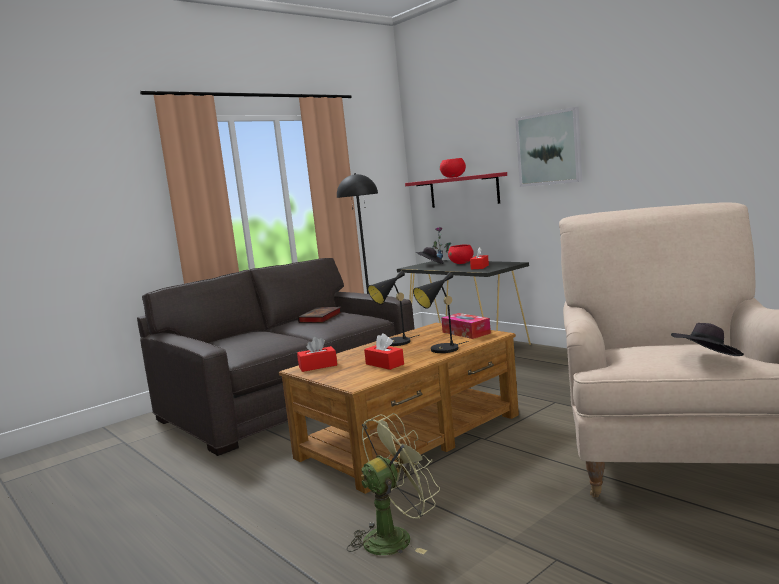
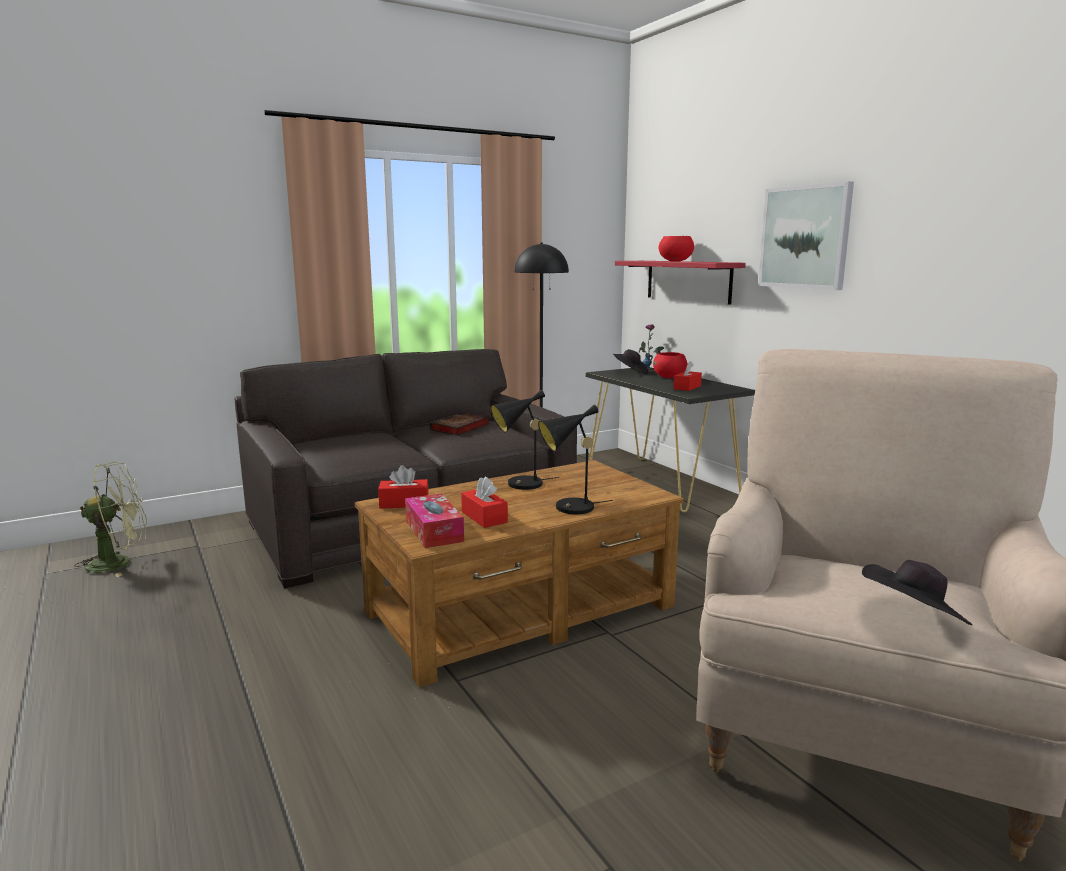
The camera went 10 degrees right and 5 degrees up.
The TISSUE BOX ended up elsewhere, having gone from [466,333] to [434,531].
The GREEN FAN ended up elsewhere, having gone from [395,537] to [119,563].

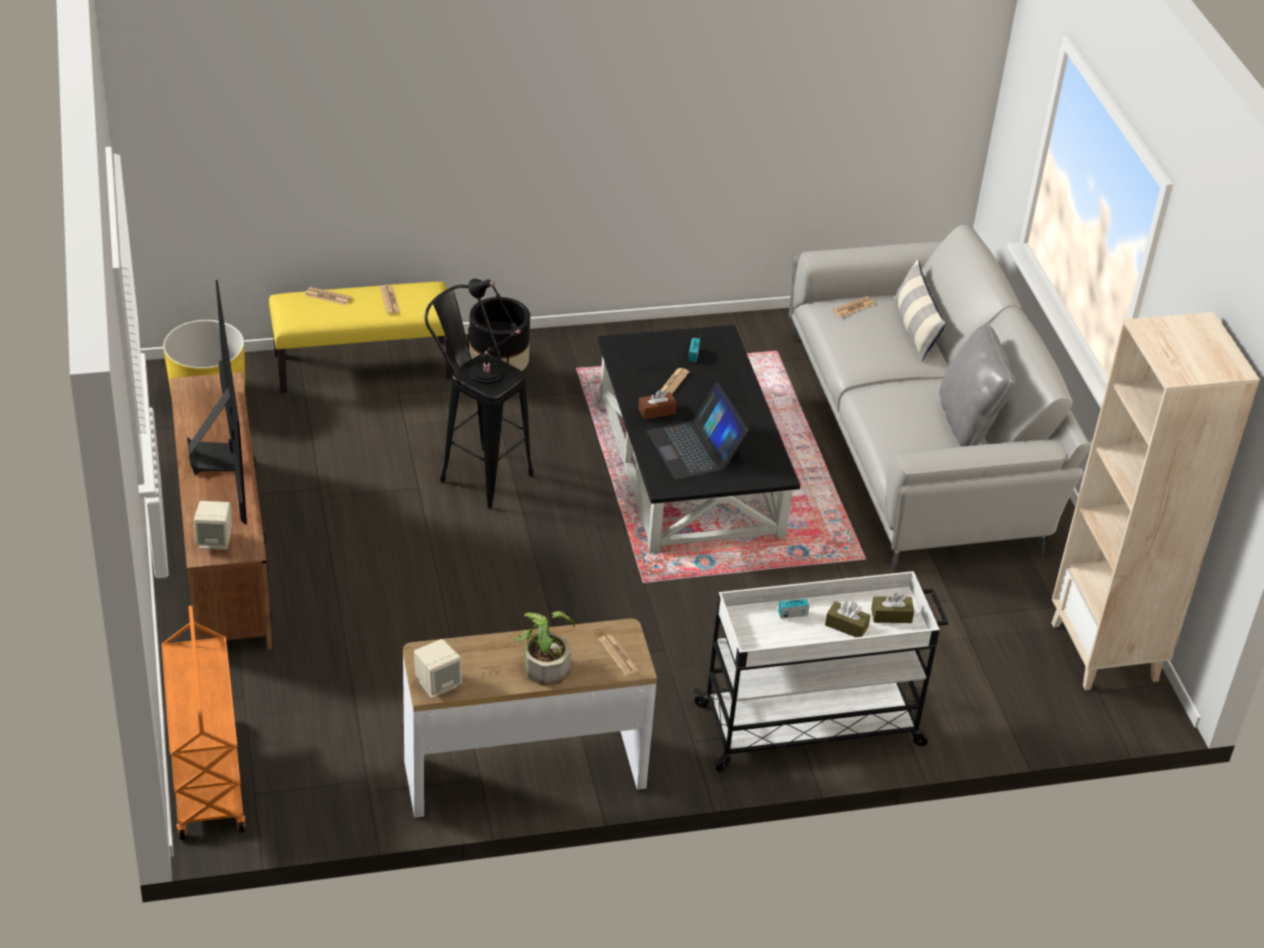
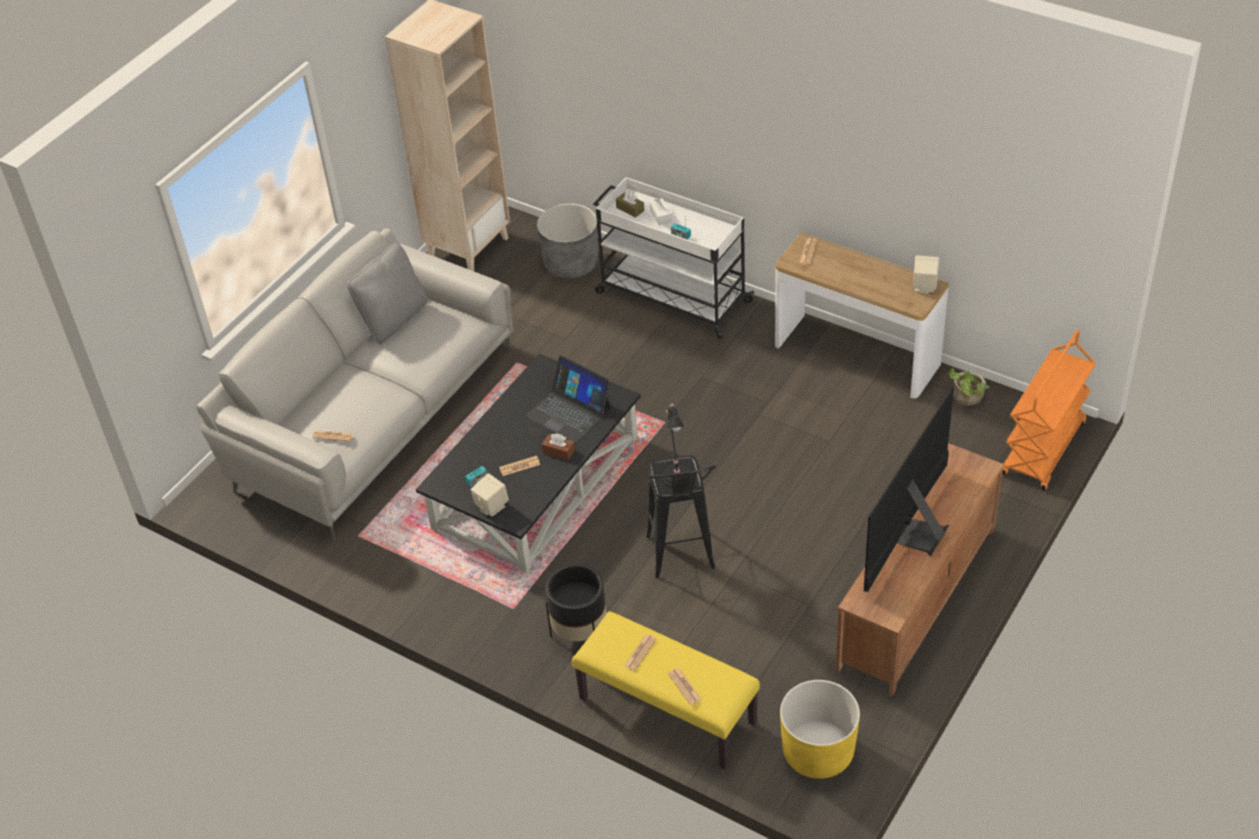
The camera went 130 degrees left and 5 degrees up.
The second view lost the PILLOW at [915,328].
The LAPTOP at [695,448] ended up facing another way, 105 degrees clockwise from before.
The BEIGE SPEAKER ended up elsewhere, having gone from [215,540] to [491,506].
What was the BROWN TISSUE BOX at [846,626] turned into the WHITE TISSUE BOX at [660,216].
The POTTED PLANT ended up elsewhere, having gone from [544,664] to [966,398].
The second view gained the GREY PLANTER at [571,264].

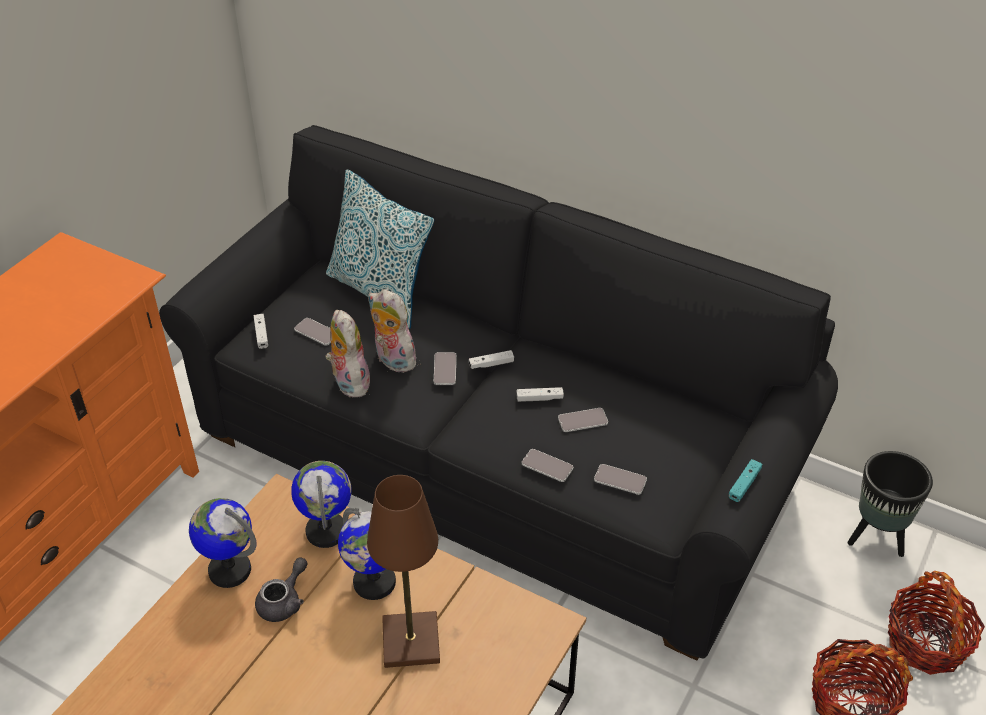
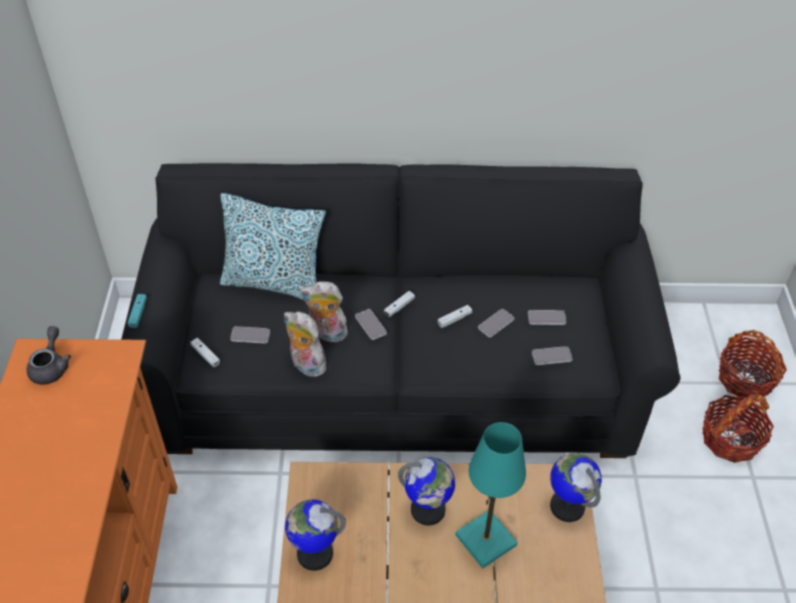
The camera went 30 degrees left and 5 degrees up.
The PHONE ended up elsewhere, having gone from [547,466] to [546,318].
The second view lost the BLACK PLANTER at [876,538].
The TURQUOISE GAME CONTROLLER ended up elsewhere, having gone from [744,484] to [138,313].
The GLOBE ended up elsewhere, having gone from [327,531] to [567,506].
What was the BROWN TABLE LAMP at [410,641] turned into the TURQUOISE TABLE LAMP at [485,540].
The GREY TEAPOT ended up elsewhere, having gone from [284,601] to [51,366].

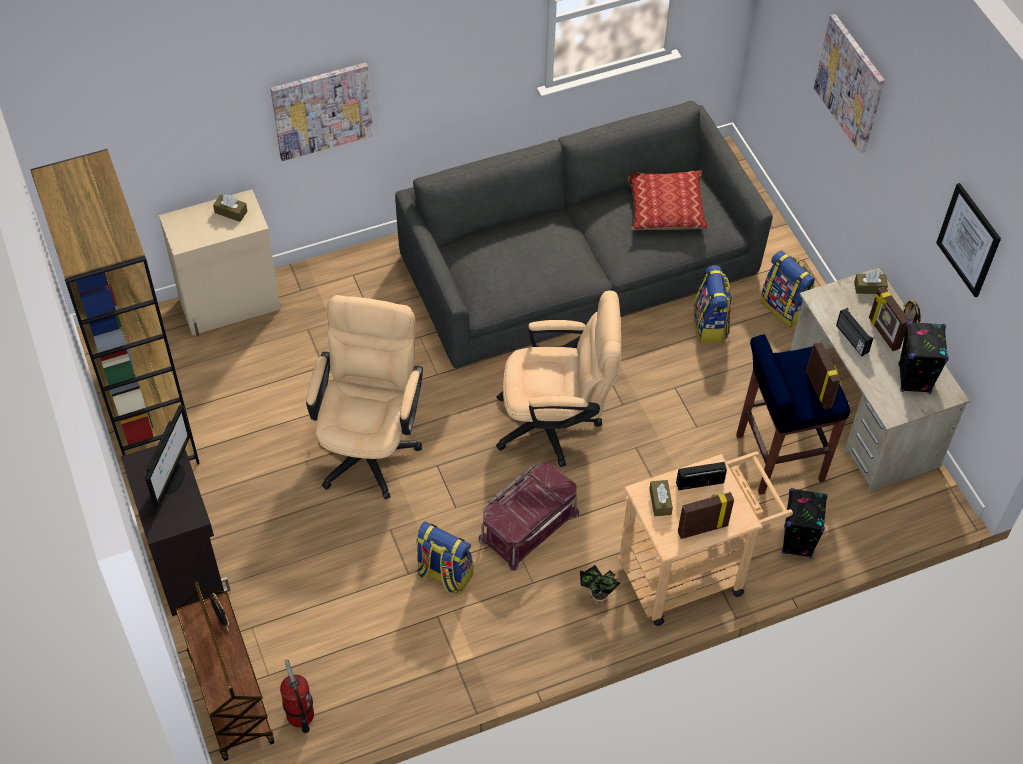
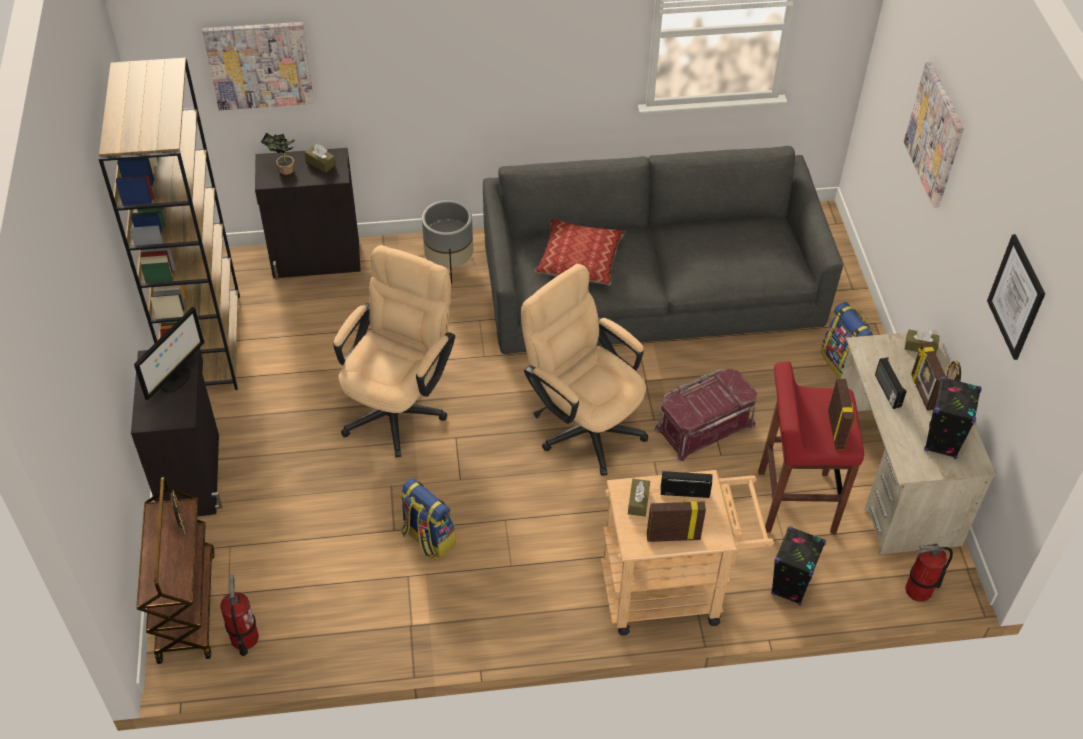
The camera went 15 degrees right and 5 degrees down.
The PICTURE ended up elsewhere, having gone from [322,110] to [259,65].
The PILLOW ended up elsewhere, having gone from [666,207] to [580,259].
What was the BEIGE CABINET at [231,305] turned into the BLACK CABINET at [317,259].
The second view lost the BACKPACK at [710,325].
The BEIGE OFFICE CHAIR at [556,424] ended up facing another way, 150 degrees counterclockwise from before.
What was the BLUE STOOL at [778,458] turned into the RED STOOL at [794,502].
The RED STORAGE BOX ended up elsewhere, having gone from [528,525] to [704,425].
The POTTED PLANT ended up elsewhere, having gone from [596,599] to [284,170].
The second view gained the GREY PLANTER at [449,265].
The second view gained the FIRE EXTINGUISHER at [919,590].

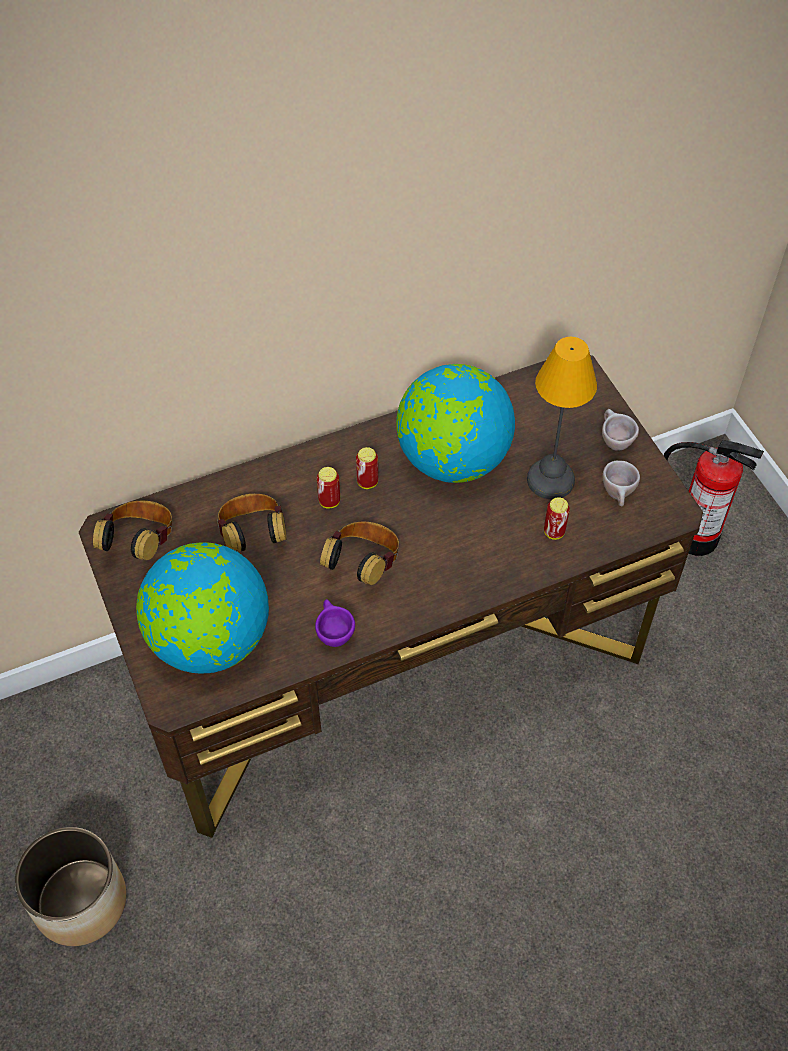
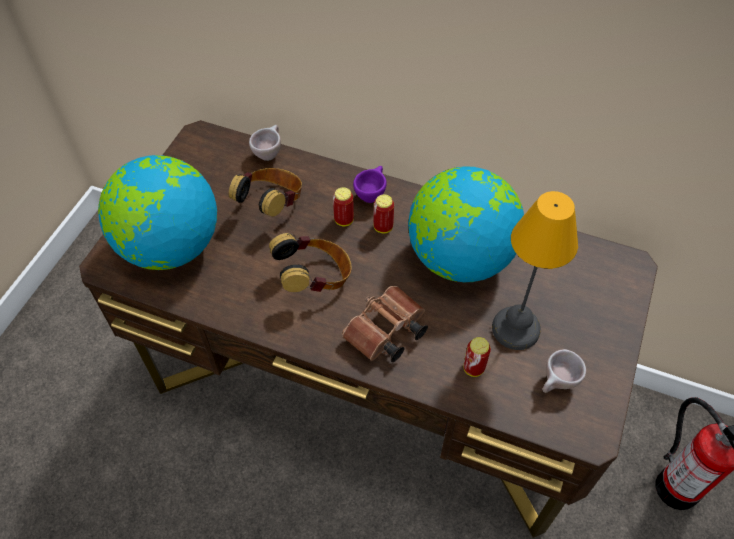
The camera went 45 degrees right and 0 degrees up.
The BEIGE CUP ended up elsewhere, having gone from [613,441] to [269,153].
The second view lost the HEADPHONES at [141,543].
The PURPLE CUP ended up elsewhere, having gone from [333,634] to [371,194].
The second view lost the PLANTER at [79,901].
The second view gained the BROWN BINOCULARS at [385,334].

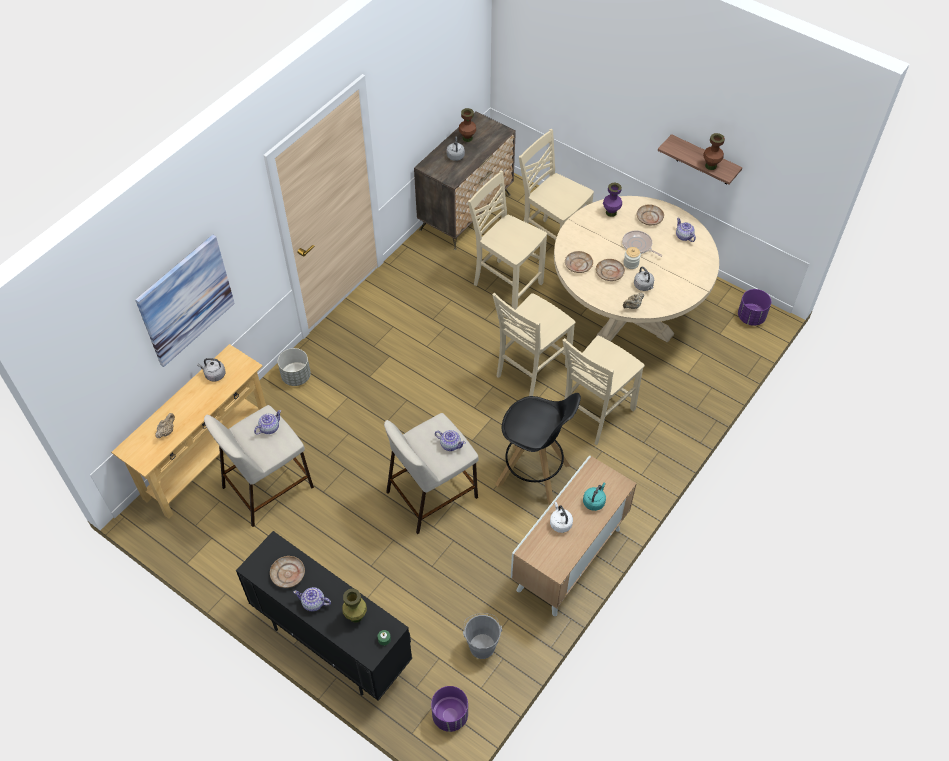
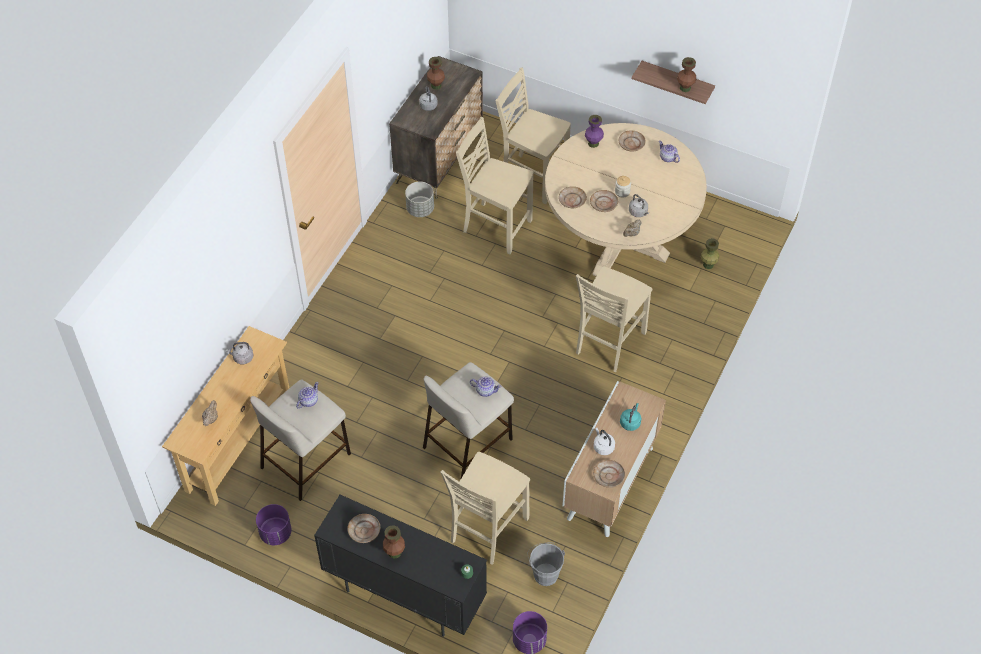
The camera went 10 degrees left and 0 degrees up.
The second view lost the FRYING PAN at [638,245].
The second view lost the PICTURE at [186,300].
The PURPLE PLANTER ended up elsewhere, having gone from [750,317] to [275,533].
The BEIGE CHAIR ended up elsewhere, having gone from [530,371] to [487,530].
The GREY PLANTER ended up elsewhere, having gone from [296,376] to [420,209].
The second view lost the BLACK STOOL at [534,475].
Where the TEAPOT stood at [313,603], the BROWN VASE came to stand at [394,552].
The GREEN VASE ended up elsewhere, having gone from [356,615] to [708,264].
The second view gained the BEIGE PLATE at [609,476].

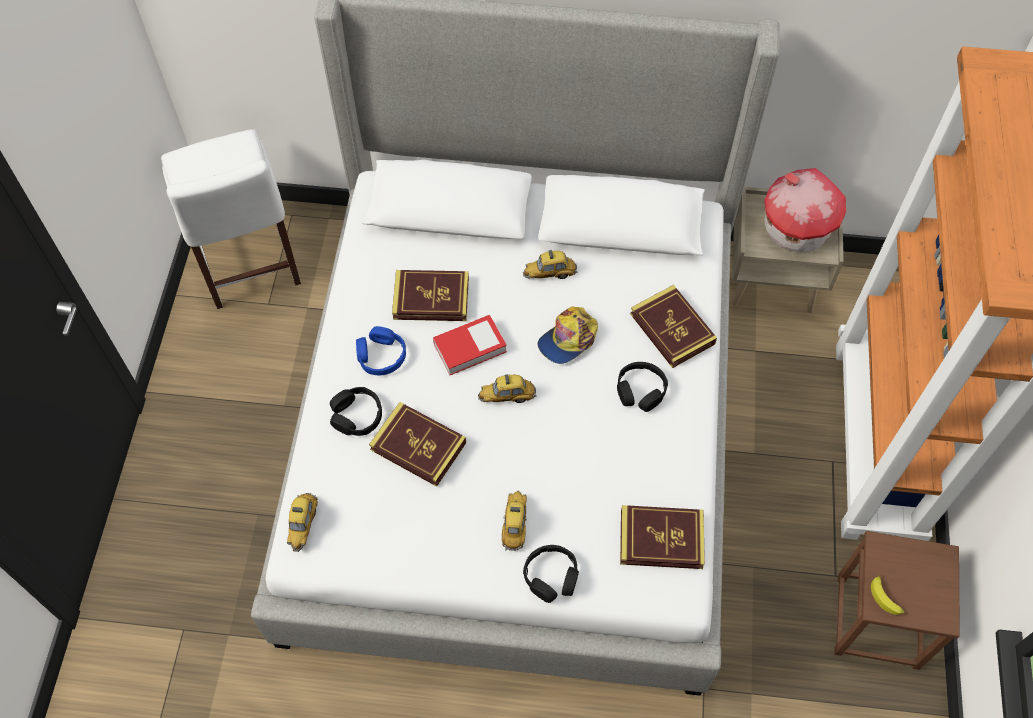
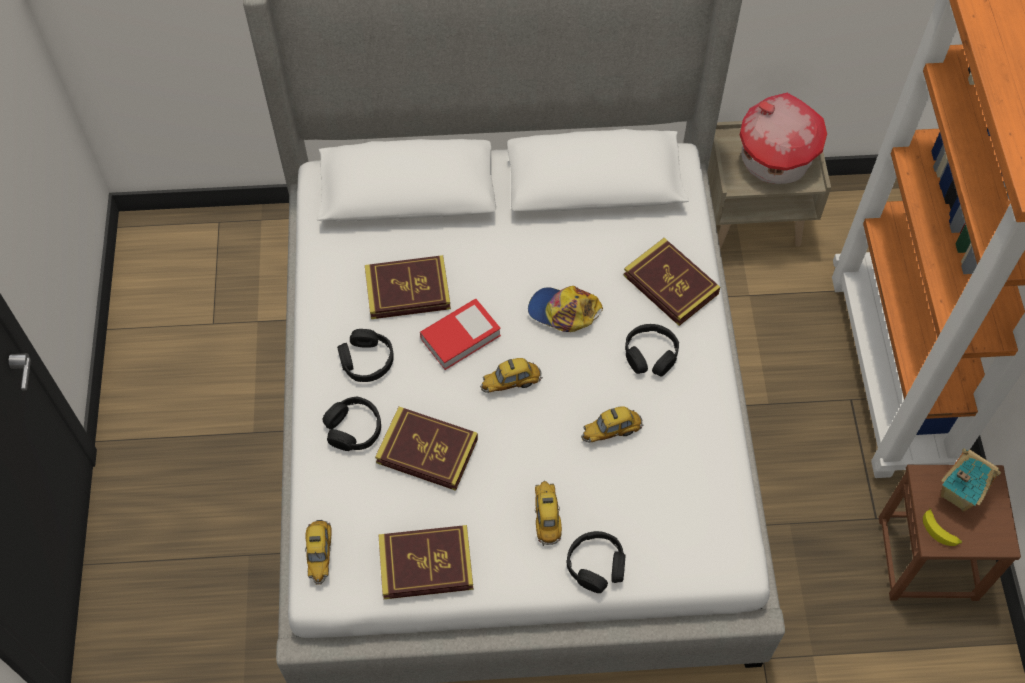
The camera went 10 degrees left and 0 degrees up.
The second view lost the WHITE CHAIR at [249,266].
The TOY CAR ended up elsewhere, having gone from [549,273] to [611,431].
The CAP at [568,339] ended up facing another way, 75 degrees clockwise from before.
What was the BLUE HEADPHONES at [381,356] turned into the BLACK HEADPHONES at [366,360].
The BOOK ended up elsewhere, having gone from [661,539] to [426,564].
The second view gained the TOY HOUSE at [957,493].

